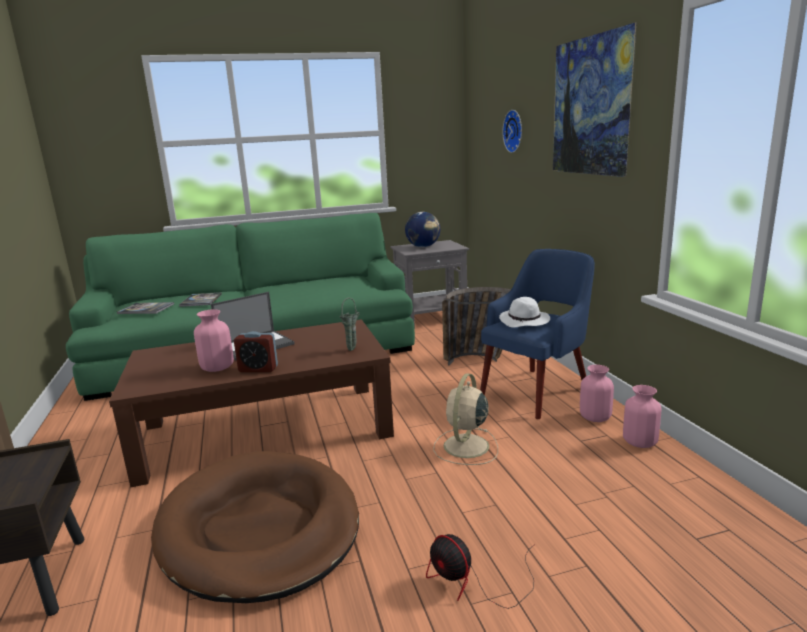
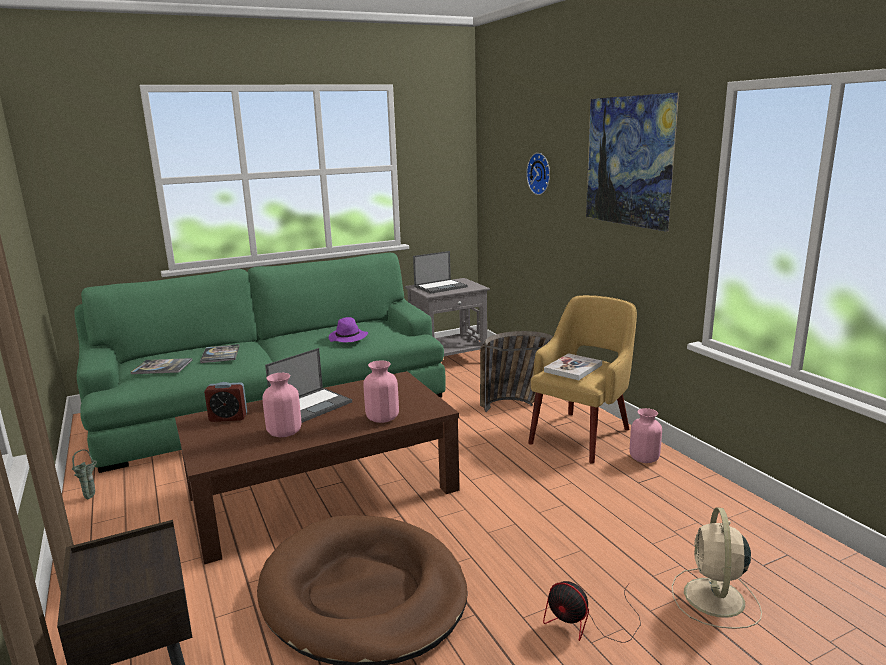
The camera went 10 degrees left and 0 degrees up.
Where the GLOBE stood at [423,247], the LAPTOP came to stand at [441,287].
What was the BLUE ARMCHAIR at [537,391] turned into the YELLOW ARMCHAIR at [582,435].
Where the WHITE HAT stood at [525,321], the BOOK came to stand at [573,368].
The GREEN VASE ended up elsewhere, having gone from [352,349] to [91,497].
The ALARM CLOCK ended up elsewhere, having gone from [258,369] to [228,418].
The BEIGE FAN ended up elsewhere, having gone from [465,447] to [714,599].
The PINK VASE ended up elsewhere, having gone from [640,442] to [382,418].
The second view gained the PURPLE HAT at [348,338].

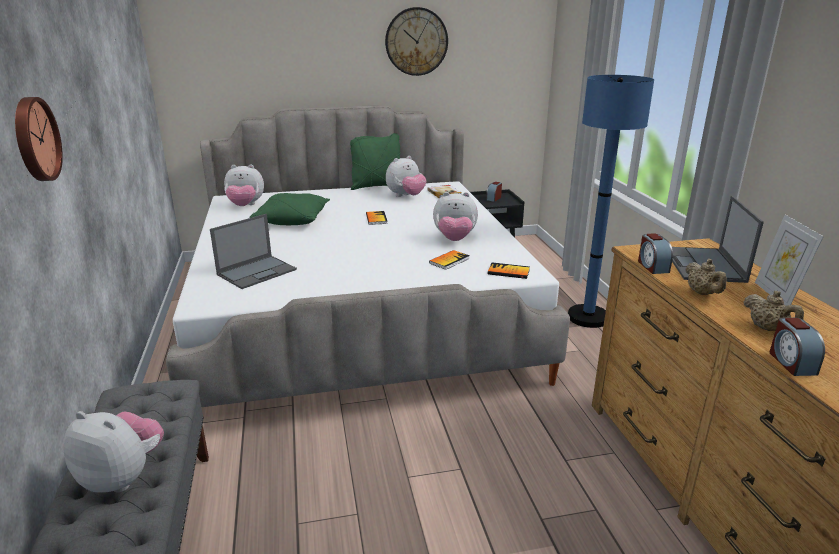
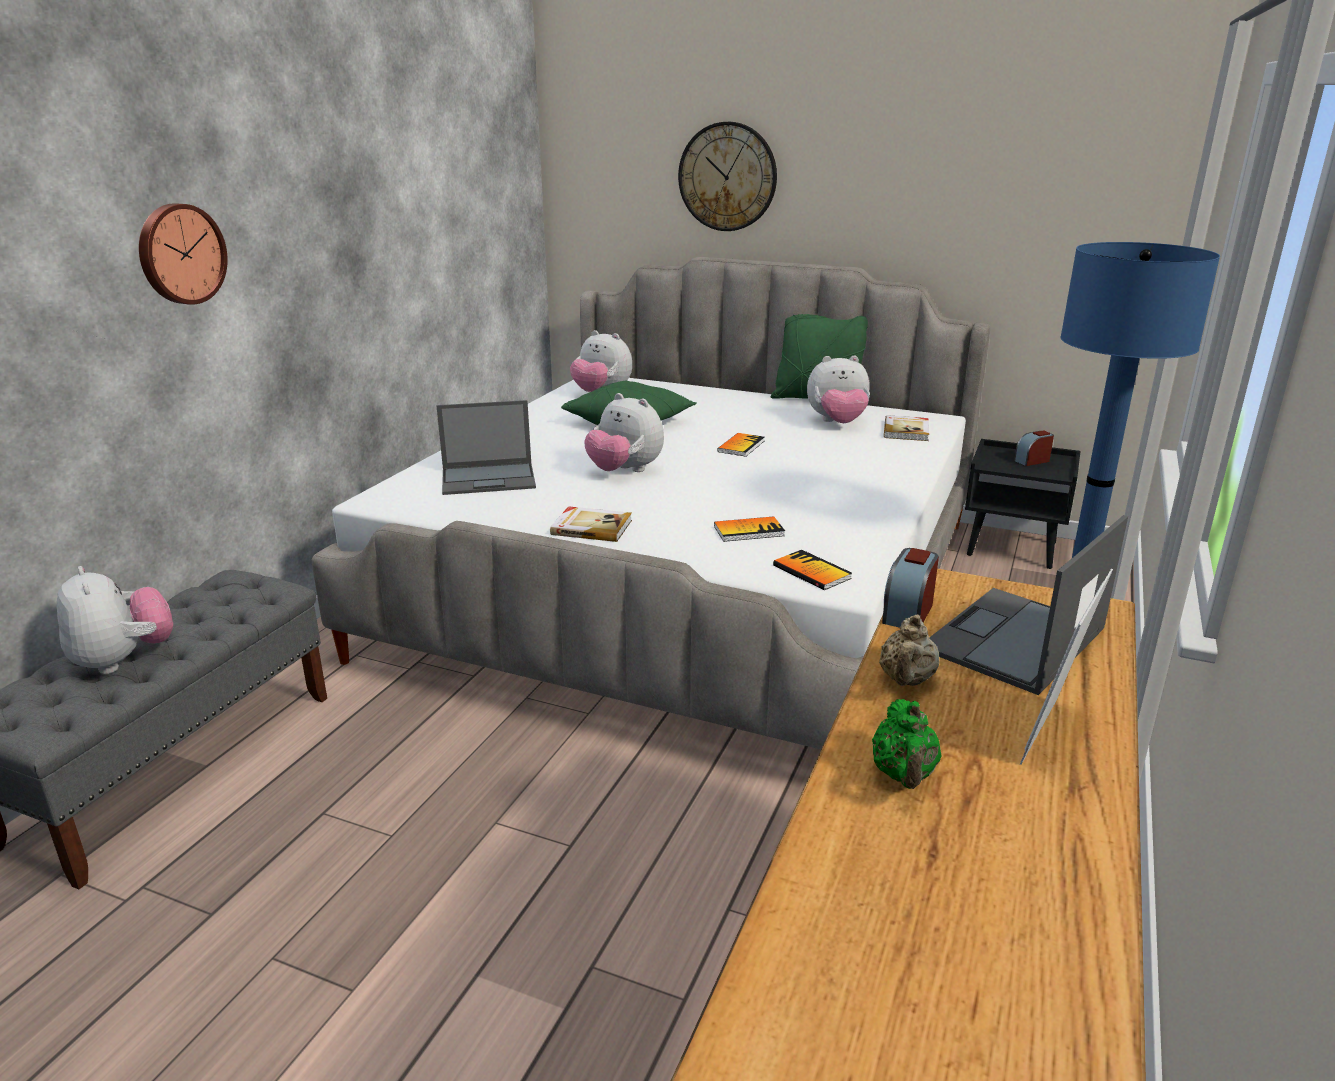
The camera went 35 degrees right and 0 degrees up.
The WALL CLOCK ended up elsewhere, having gone from [416,41] to [727,177].
The PLUSH TOY ended up elsewhere, having gone from [454,239] to [625,471].
What was the BEIGE TEAPOT at [767,328] turned into the GREEN TEAPOT at [903,776].
The second view lost the ALARM CLOCK at [791,362].
The second view gained the BOOK at [591,527].

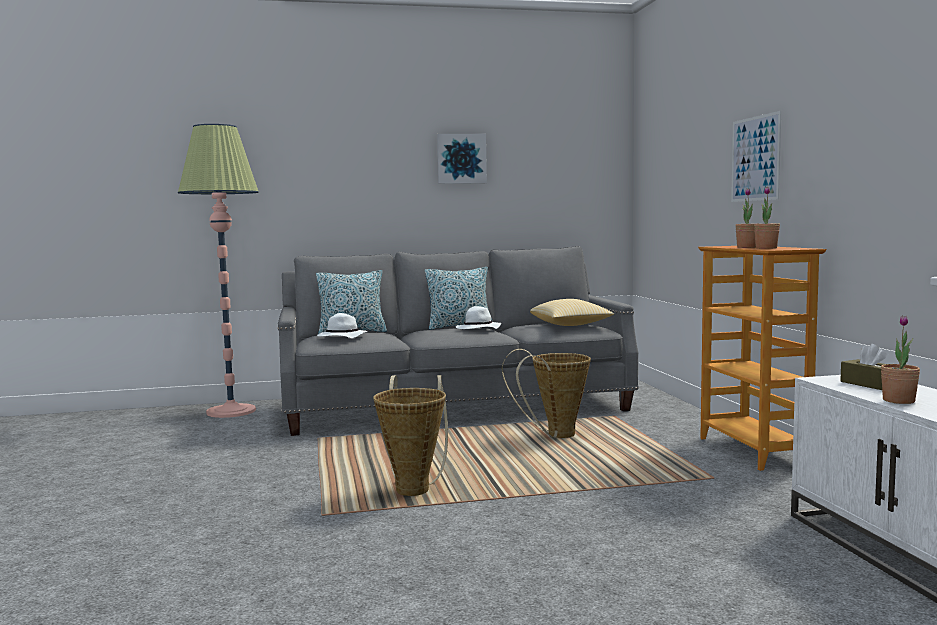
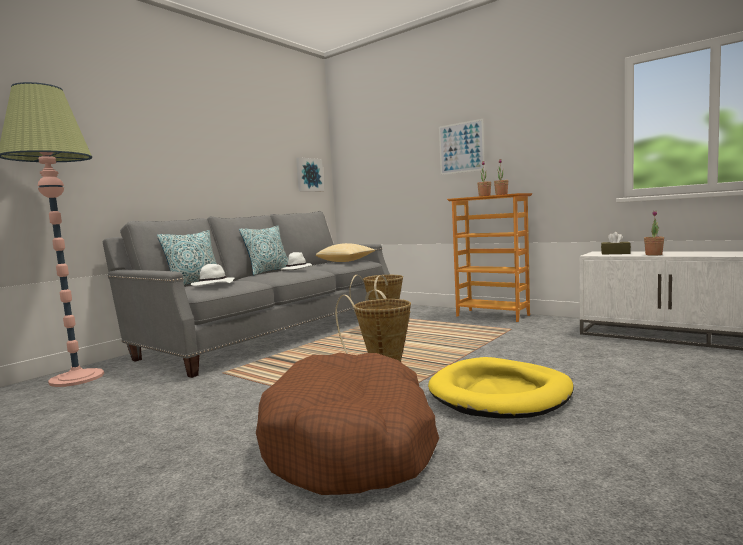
The camera went 40 degrees left and 0 degrees up.
The PICTURE ended up elsewhere, having gone from [461,159] to [309,175].
The second view gained the BROWN DOG BED at [351,443].
The second view gained the YELLOW DOG BED at [500,394].

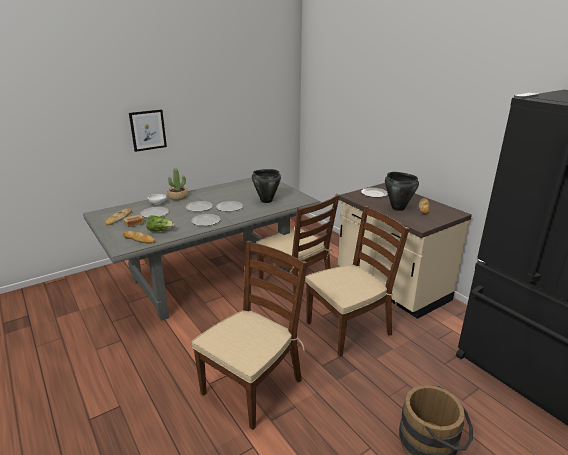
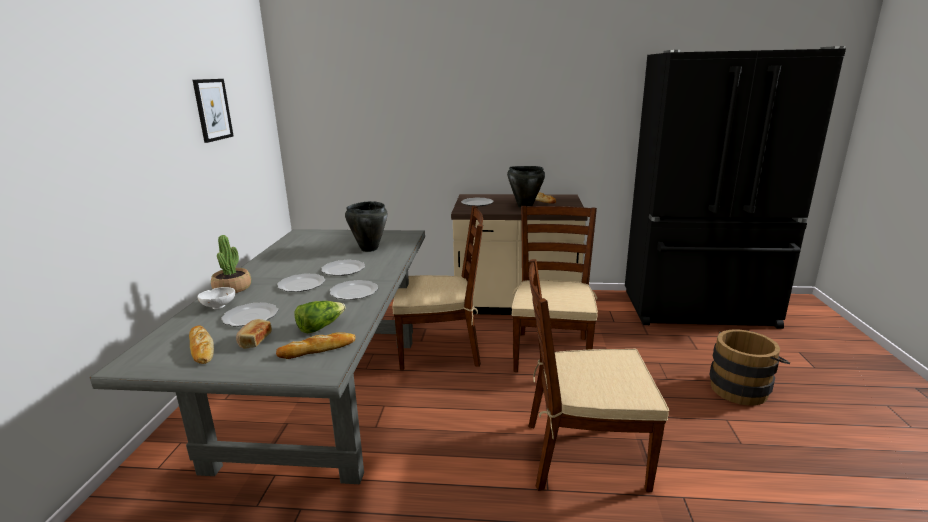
The camera went 50 degrees left and 5 degrees down.
The PICTURE ended up elsewhere, having gone from [148,130] to [212,109].
The BROWN CHAIR at [252,386] ended up facing another way, 75 degrees counterclockwise from before.

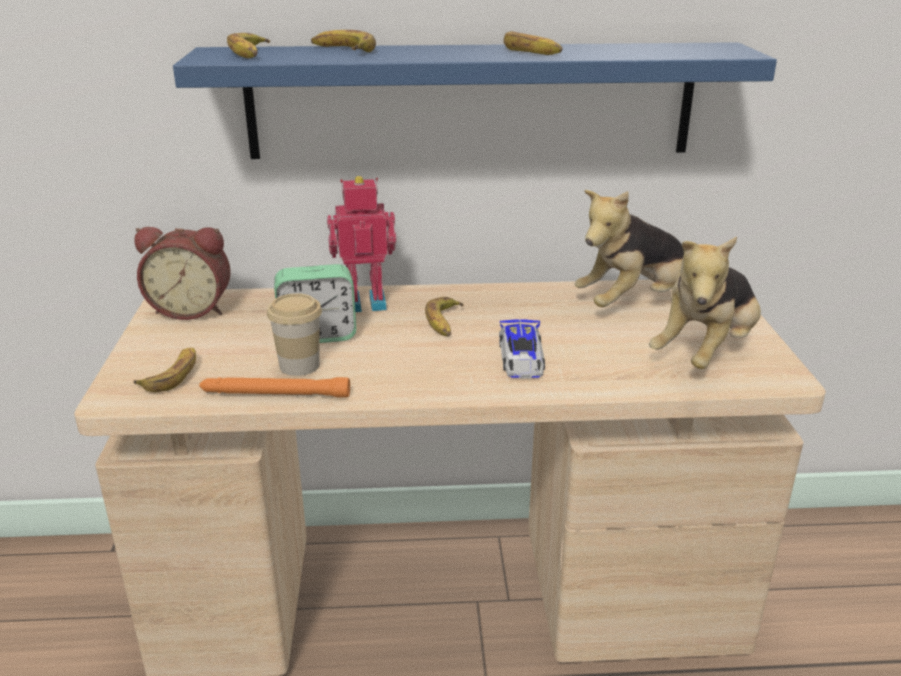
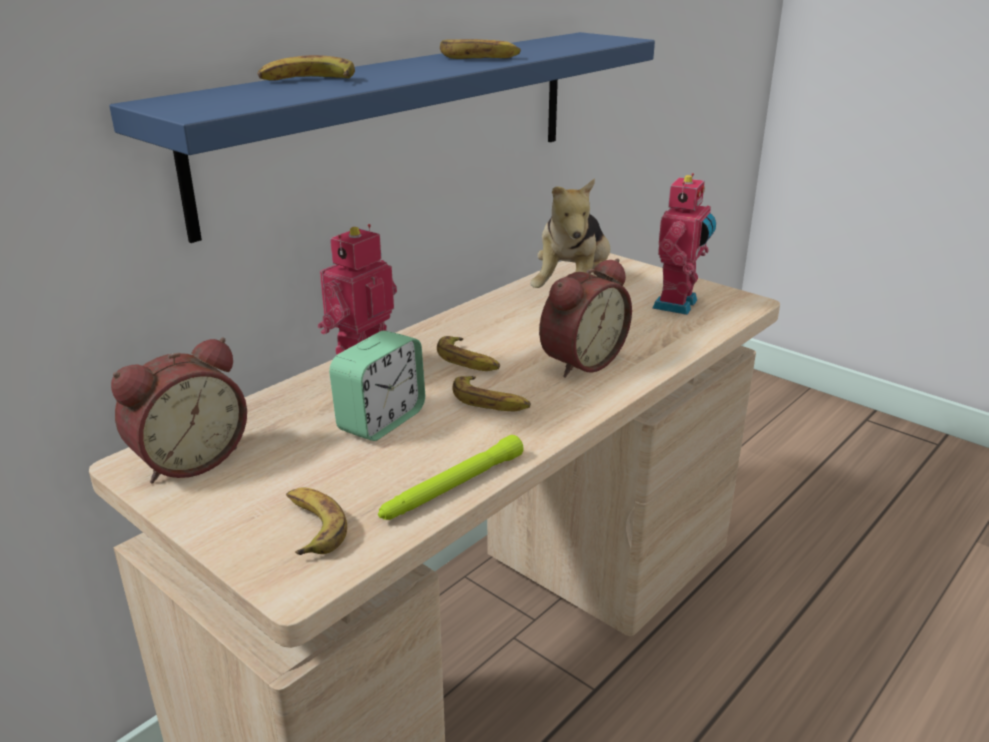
The camera went 45 degrees left and 0 degrees up.
The BANANA ended up elsewhere, having gone from [250,54] to [490,402].
Where the PLUSH TOY stood at [705,353], the TOY ROBOT came to stand at [678,305].
The second view lost the CUP at [299,365].
Where the TOY CAR stood at [521,358], the ALARM CLOCK came to stand at [579,361].
What was the ORANGE FLASHLIGHT at [275,394] turned into the GREEN FLASHLIGHT at [452,487].

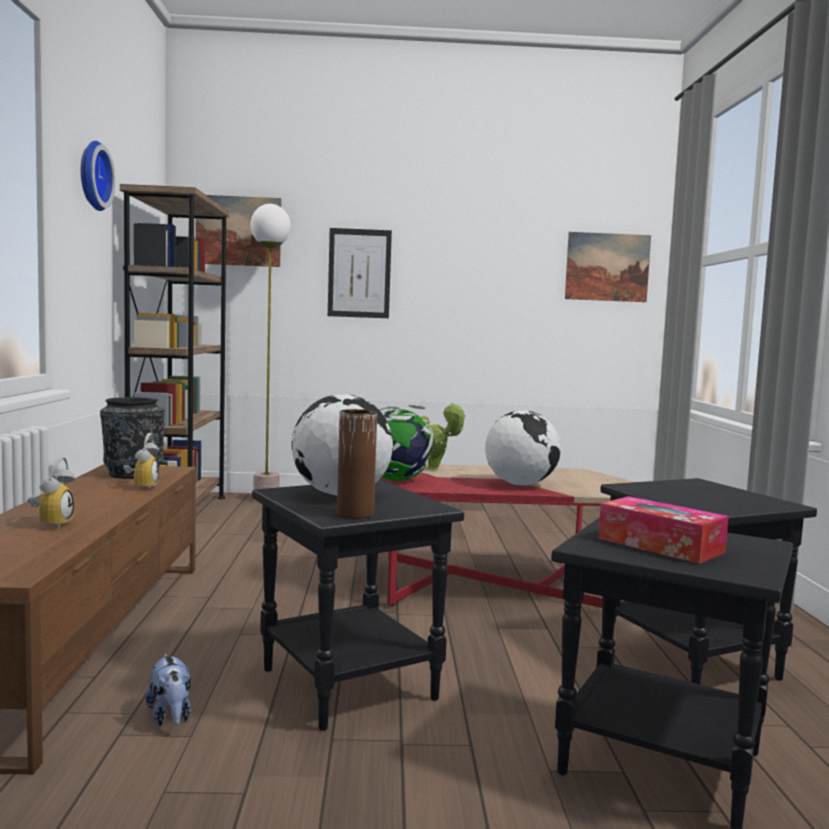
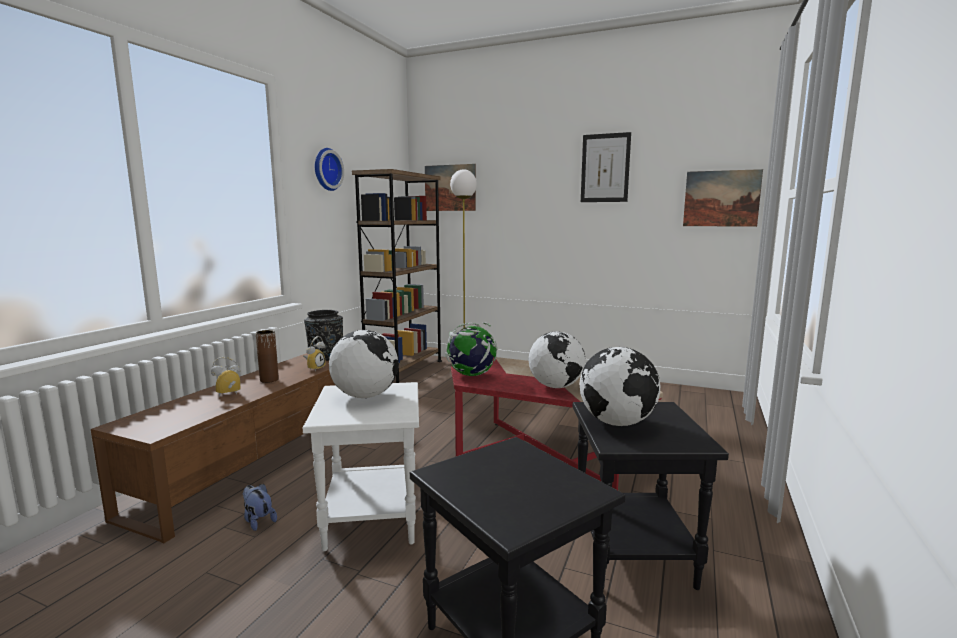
The camera went 25 degrees right and 5 degrees up.
The PICTURE ended up elsewhere, having gone from [359,273] to [605,168].
The second view lost the POTTED PLANT at [435,470].
The BROWN VASE ended up elsewhere, having gone from [355,514] to [269,380].
The ALARM CLOCK at [52,524] ended up facing another way, 150 degrees counterclockwise from before.
What was the BLACK SIDE TABLE at [345,684] turned into the WHITE SIDE TABLE at [370,518].
The second view lost the TISSUE BOX at [660,545].
The PLUSH TOY at [170,717] ended up facing another way, 135 degrees clockwise from before.
The second view gained the GLOBE at [617,423].

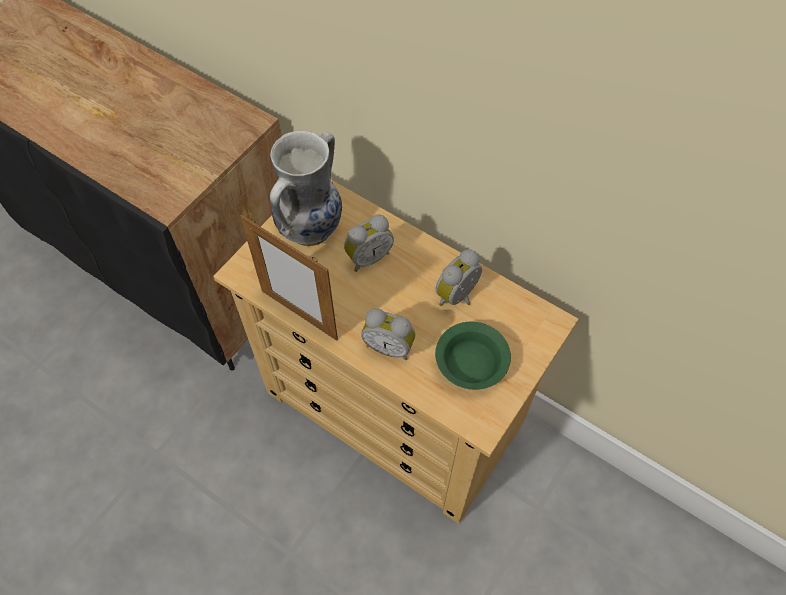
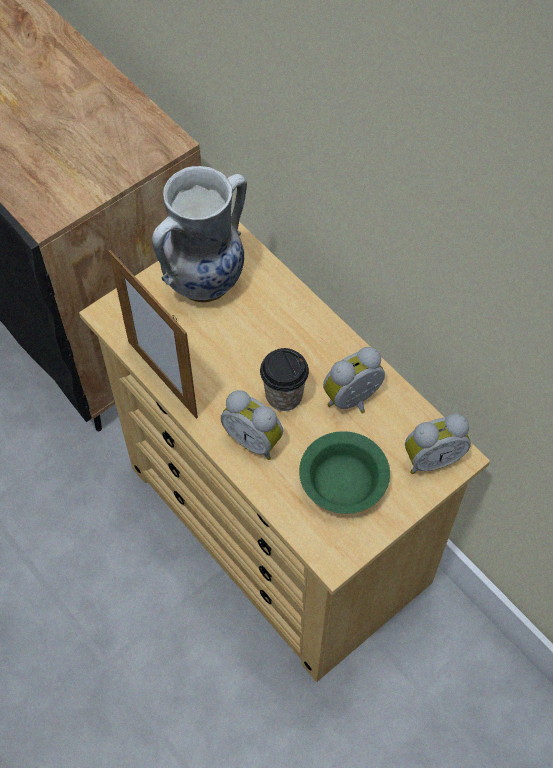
The camera went 15 degrees right and 0 degrees up.
The ALARM CLOCK ended up elsewhere, having gone from [368,257] to [431,458].
The second view gained the CUP at [284,396].

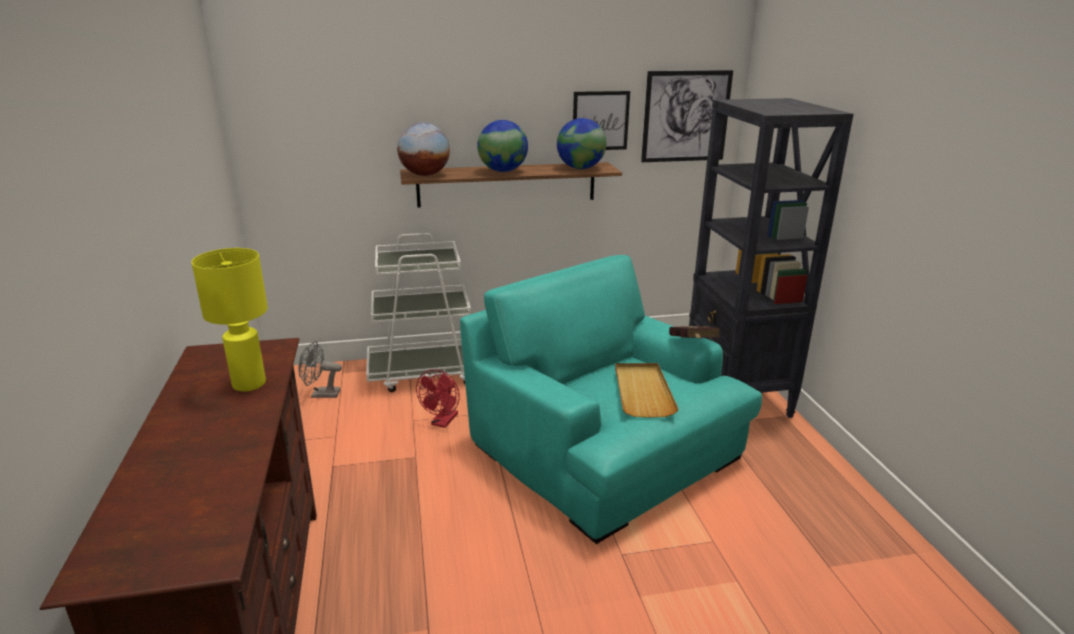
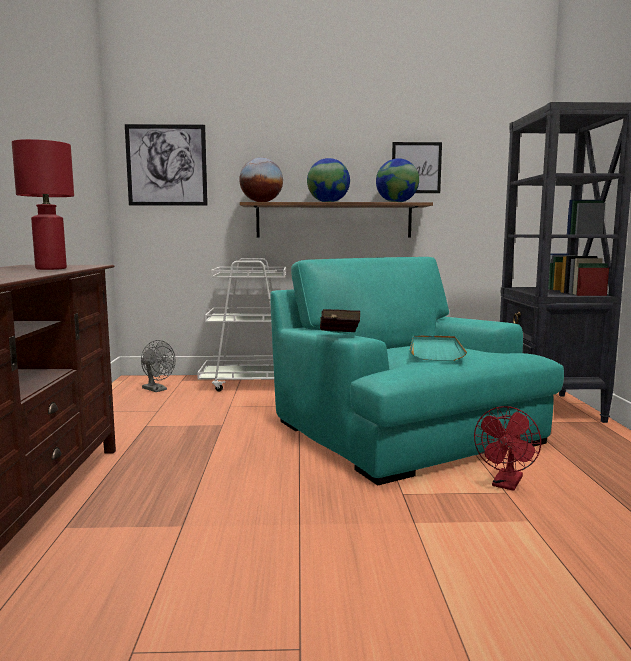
The camera went 10 degrees right and 15 degrees down.
The PICTURE ended up elsewhere, having gone from [686,116] to [166,165].
What was the YELLOW TABLE LAMP at [250,384] turned into the RED TABLE LAMP at [51,269].
The RED BOOK ended up elsewhere, having gone from [692,345] to [338,336].
The GREY FAN at [321,394] ended up facing another way, 150 degrees counterclockwise from before.
What was the BEIGE TRAY at [642,392] turned into the TURQUOISE TRAY at [435,351].
The RED FAN ended up elsewhere, having gone from [442,422] to [506,484].

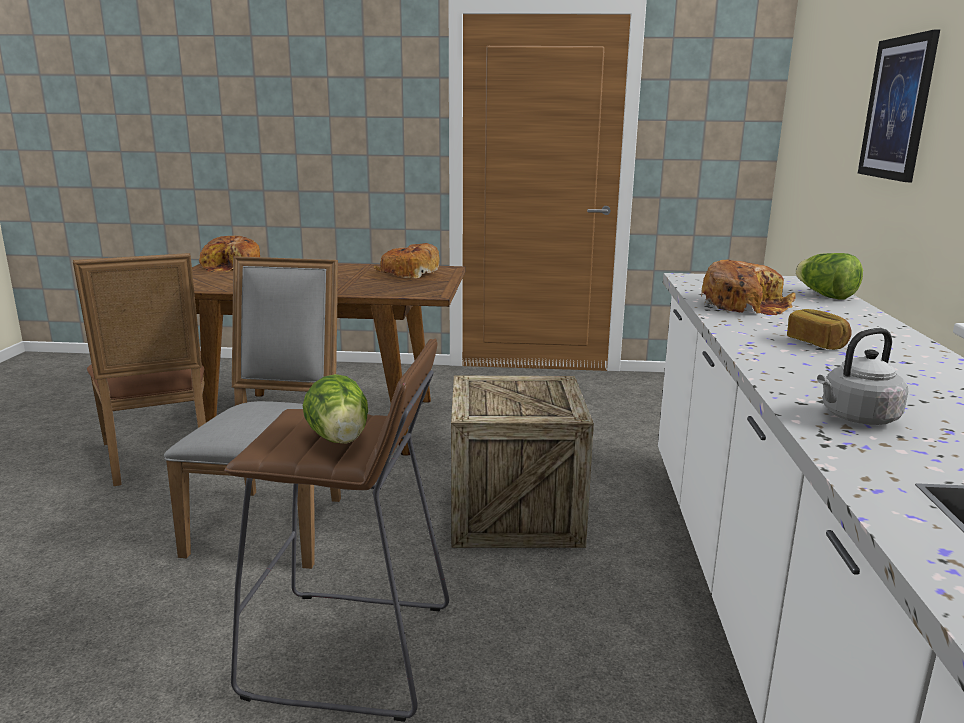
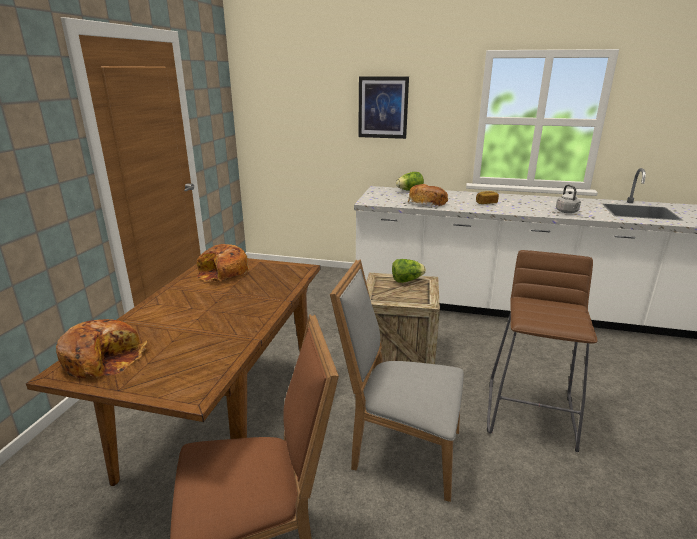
The camera went 80 degrees left and 5 degrees up.
The LETTUCE ended up elsewhere, having gone from [340,440] to [406,280].

